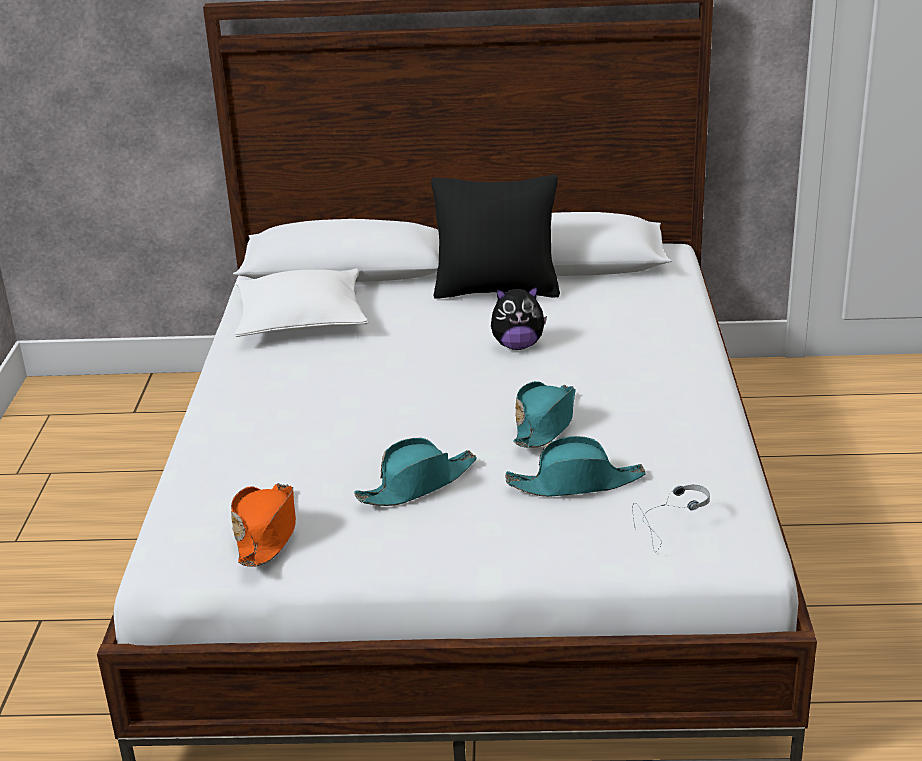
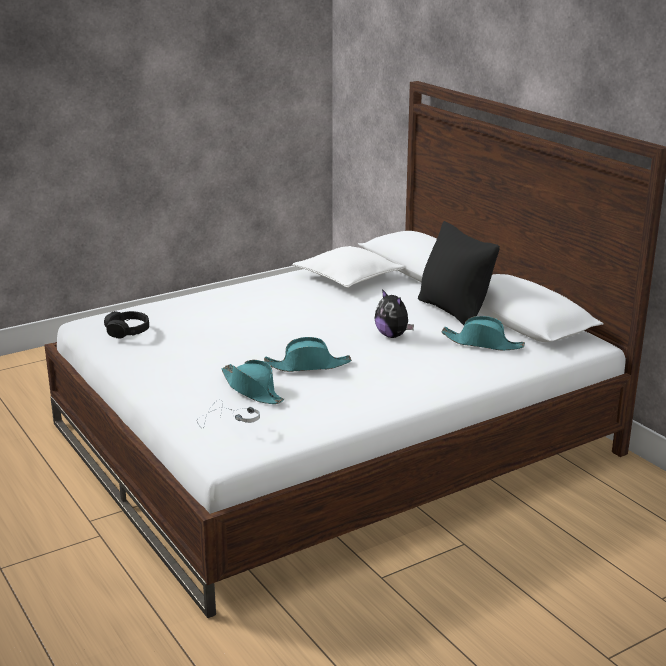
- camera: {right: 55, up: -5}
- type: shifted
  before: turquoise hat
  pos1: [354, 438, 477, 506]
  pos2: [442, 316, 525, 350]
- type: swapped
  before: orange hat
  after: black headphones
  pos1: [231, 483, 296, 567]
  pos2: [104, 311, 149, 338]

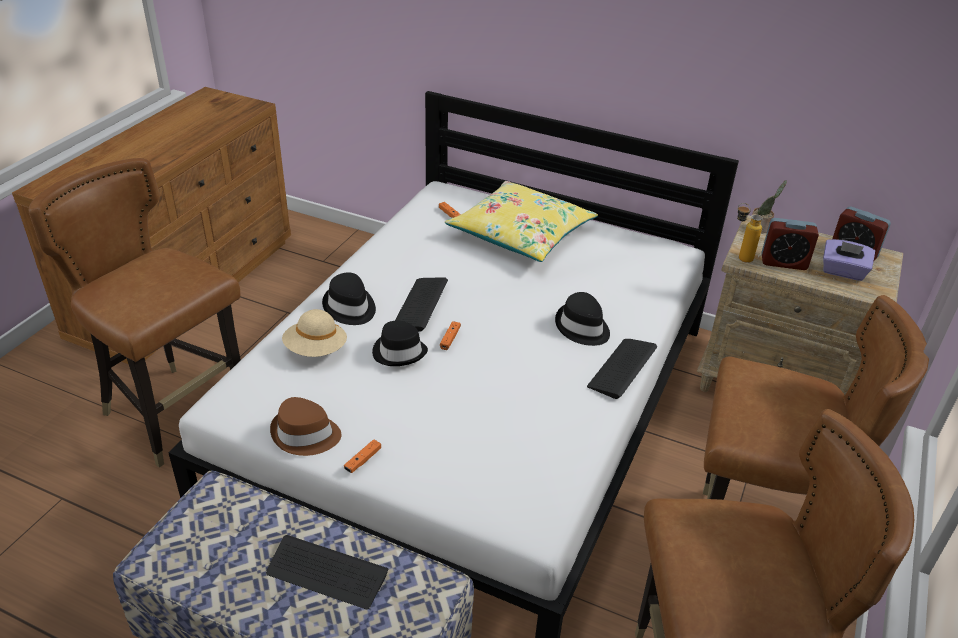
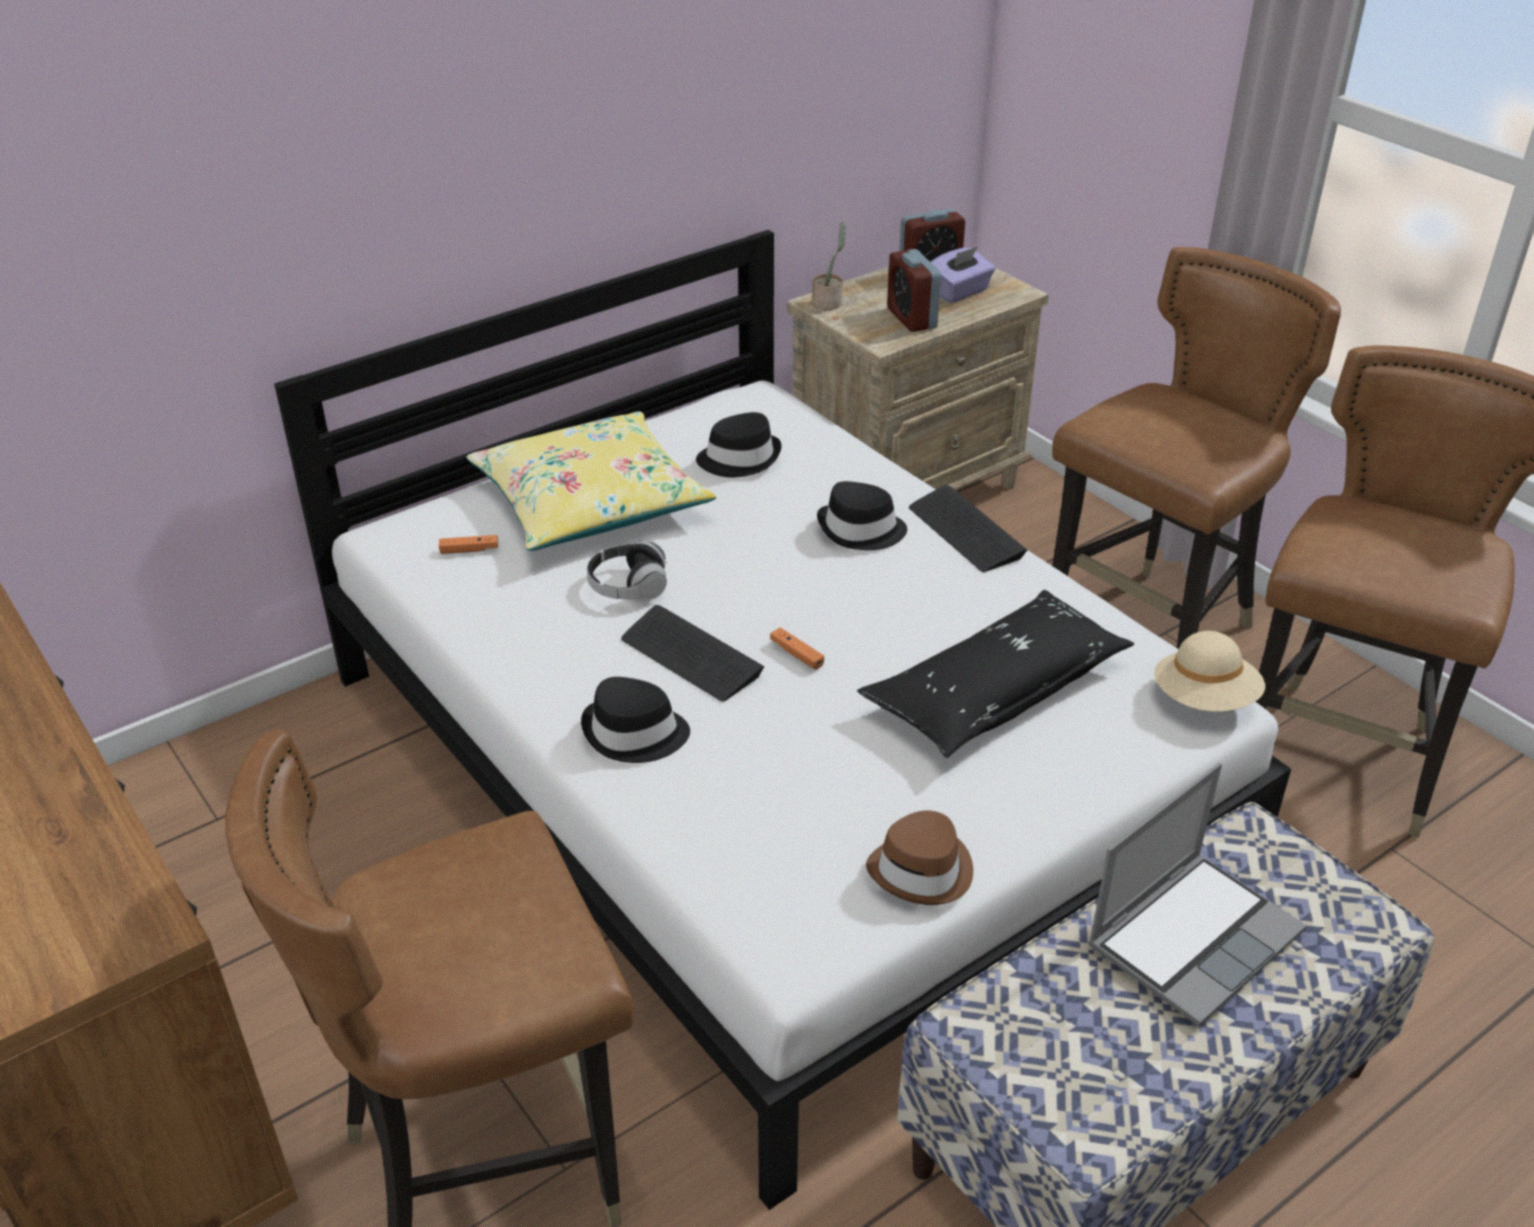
- camera: {right: -60, up: 0}
- type: gone
  before: bottle
  pos1: [737, 203, 763, 263]
- type: rotated
  before: alarm clock
  pos1: [761, 218, 819, 270]
  pos2: [887, 249, 941, 332]
  turn: 120
- type: shifted
  before: beige hat
  pos1: [282, 309, 347, 357]
  pos2: [1154, 631, 1265, 712]
- type: shifted
  before: black hat
  pos1: [372, 320, 428, 366]
  pos2: [696, 412, 782, 478]
- type: gone
  before: orange game controller
  pos1: [344, 439, 381, 473]
- type: swapped
  before: keyboard
  after: laptop
  pos1: [266, 535, 388, 609]
  pos2: [1088, 763, 1307, 1027]
- type: new
  after: headphones
  pos2: [587, 541, 667, 600]
- type: new
  after: black pillow
  pos2: [857, 590, 1134, 758]

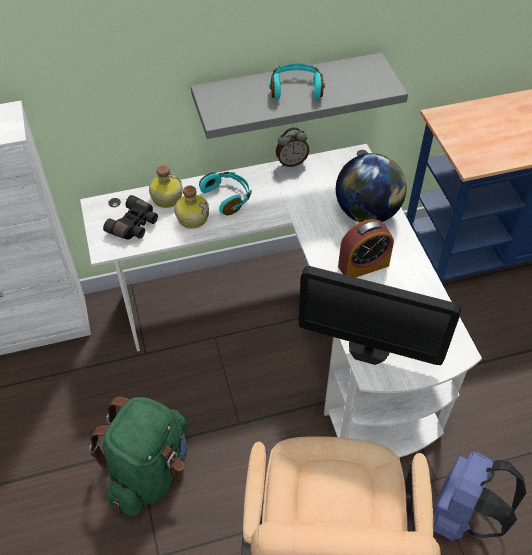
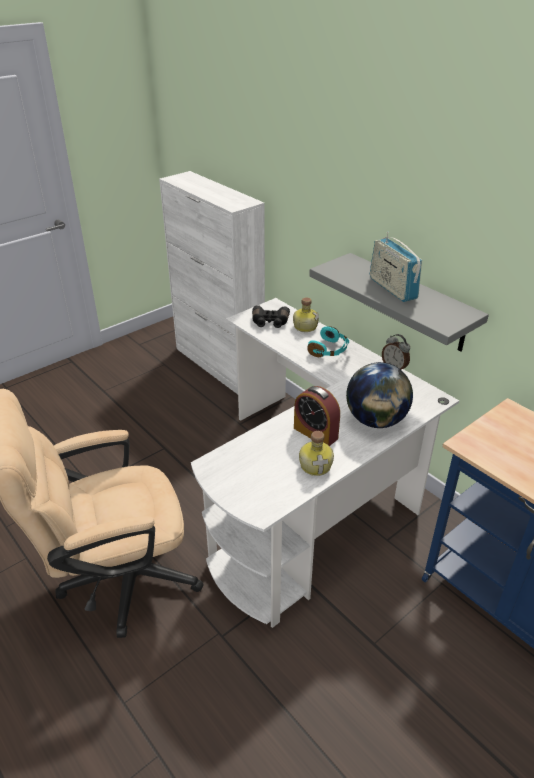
- camera: {right: 65, up: -15}
- type: swapped
  before: turquoise headphones
  after: radio
  pos1: [270, 63, 325, 100]
  pos2: [370, 232, 422, 302]
- type: shifted
  before: bottle
  pos1: [174, 185, 209, 229]
  pos2: [299, 431, 334, 476]
- type: gone
  before: monitor
  pos1: [299, 266, 461, 365]
- type: gone
  before: green backpack
  pos1: [89, 397, 188, 516]
- type: gone
  before: blue backpack
  pos1: [433, 452, 526, 541]

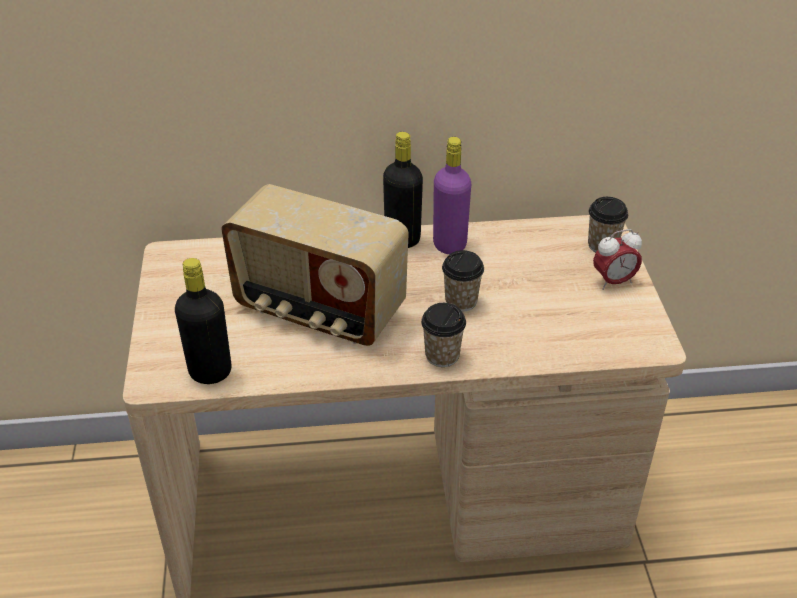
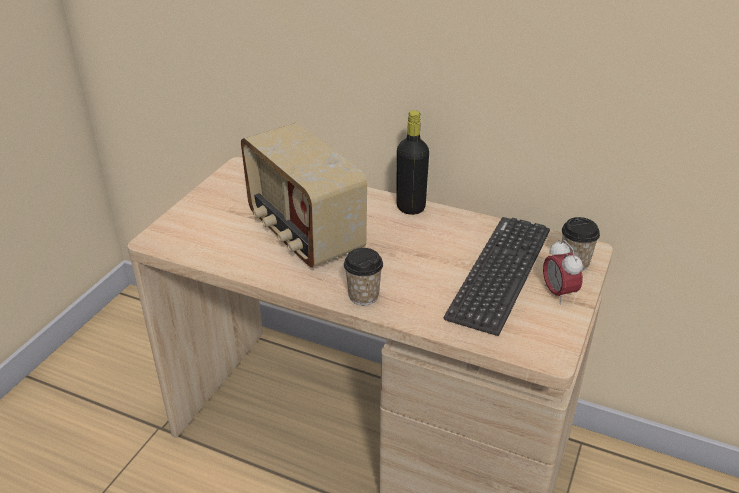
- camera: {right: 30, up: -5}
- type: gone
  before: purple bottle
  pos1: [433, 137, 471, 254]
- type: rotated
  before: alarm clock
  pos1: [593, 229, 642, 290]
  pos2: [543, 240, 583, 305]
  turn: 60
- type: gone
  before: cup
  pos1: [442, 250, 484, 312]
- type: gone
  before: black bottle
  pos1: [175, 258, 231, 384]
- type: new
  after: keyboard
  pos2: [444, 217, 550, 336]

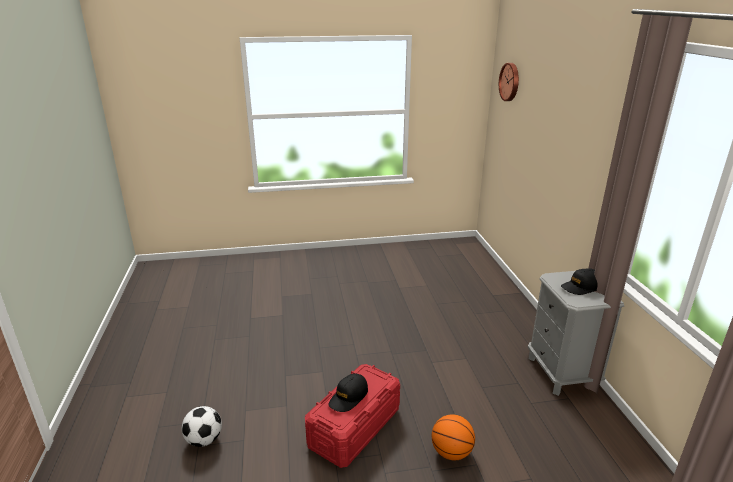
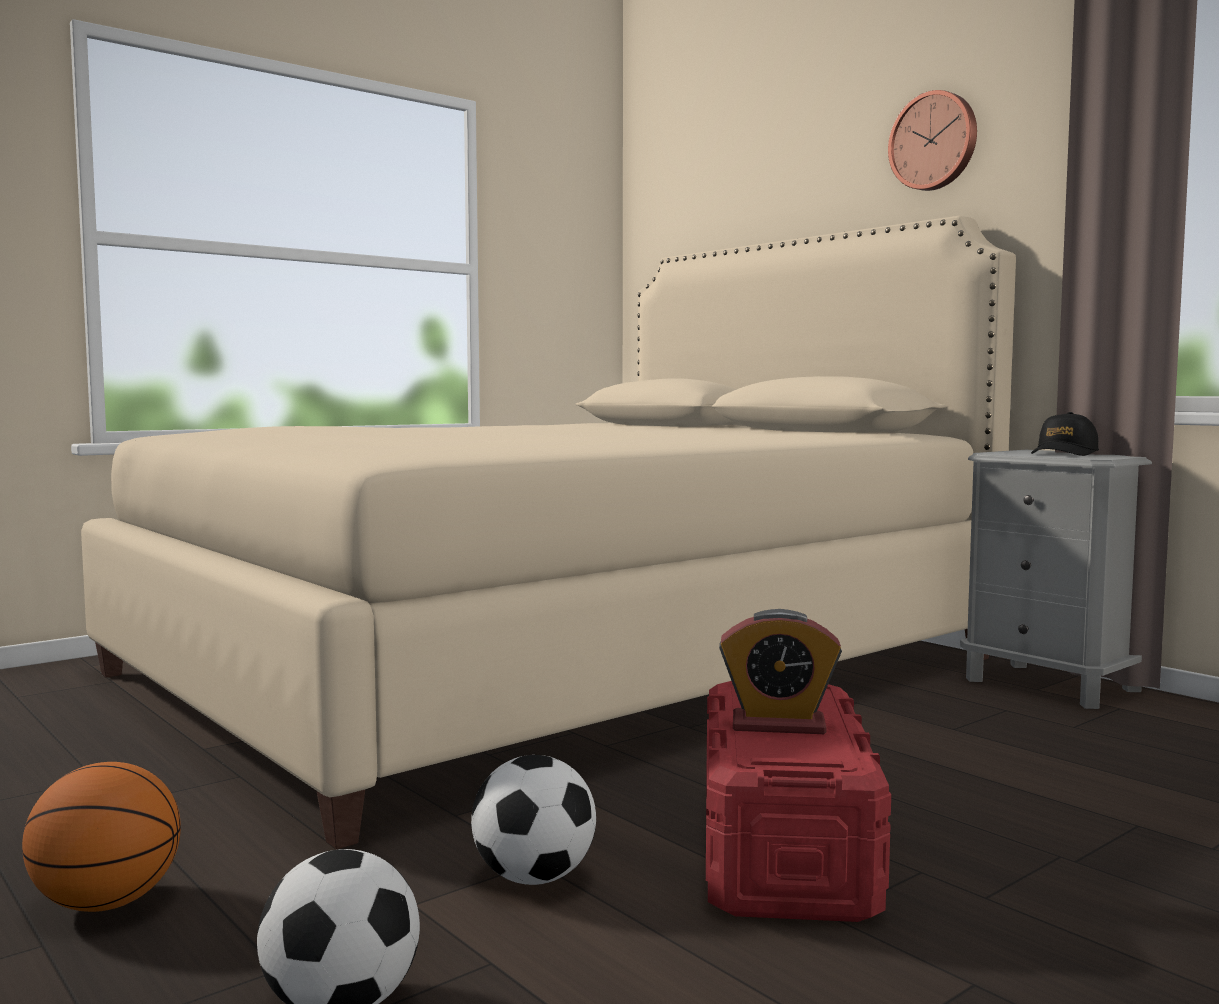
- camera: {right: -30, up: -20}
- type: shifted
  before: wall clock
  pos1: [499, 63, 519, 101]
  pos2: [888, 90, 977, 191]
- type: swapped
  before: black cap
  after: alarm clock
  pos1: [328, 374, 368, 412]
  pos2: [719, 609, 842, 734]
- type: shifted
  before: basketball
  pos1: [432, 414, 475, 460]
  pos2: [22, 762, 181, 912]
- type: new
  after: beige bed
  pos2: [81, 216, 1016, 850]
- type: new
  after: football
  pos2: [471, 755, 596, 885]

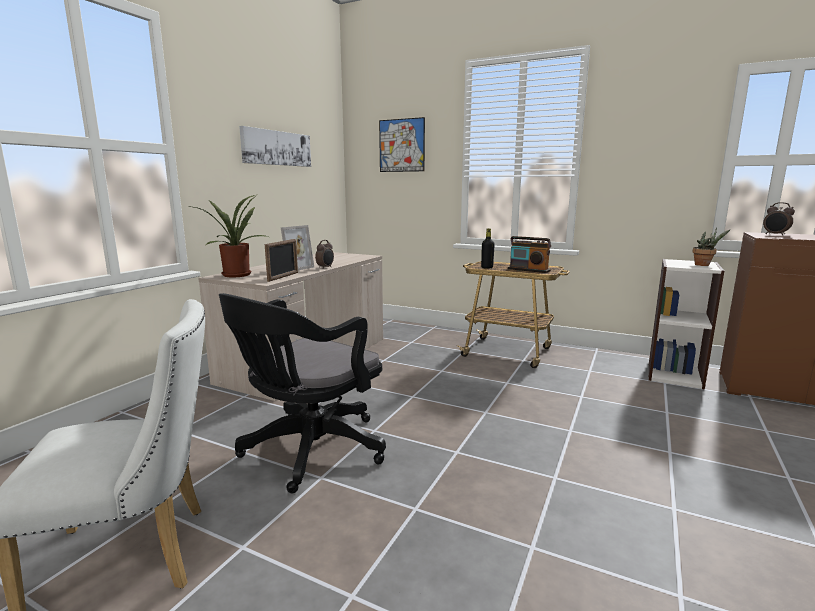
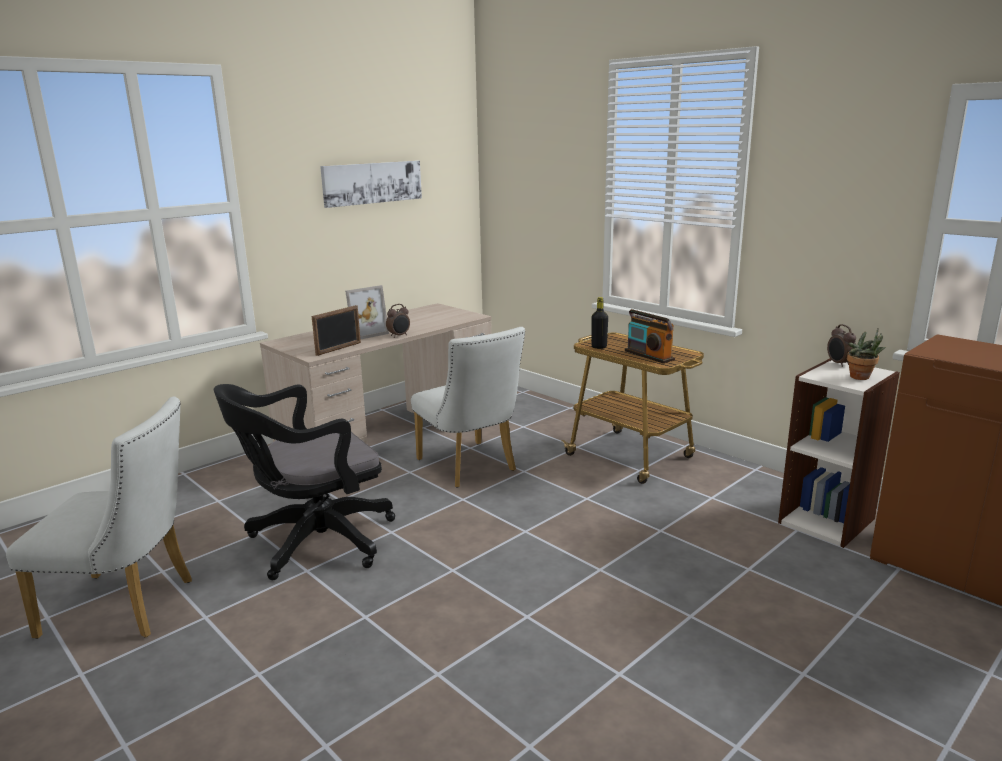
- camera: {right: 20, up: 5}
- type: gone
  before: picture
  pos1: [379, 117, 425, 172]
- type: gone
  before: potted plant
  pos1: [187, 195, 268, 277]
- type: shifted
  before: alarm clock
  pos1: [763, 202, 795, 236]
  pos2: [827, 324, 856, 367]
- type: new
  after: white chair
  pos2: [411, 327, 525, 488]

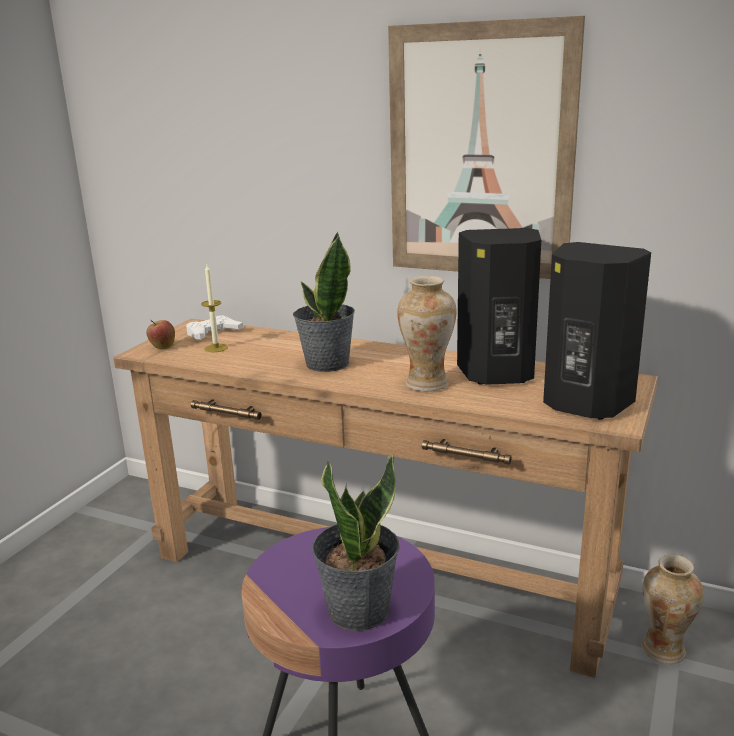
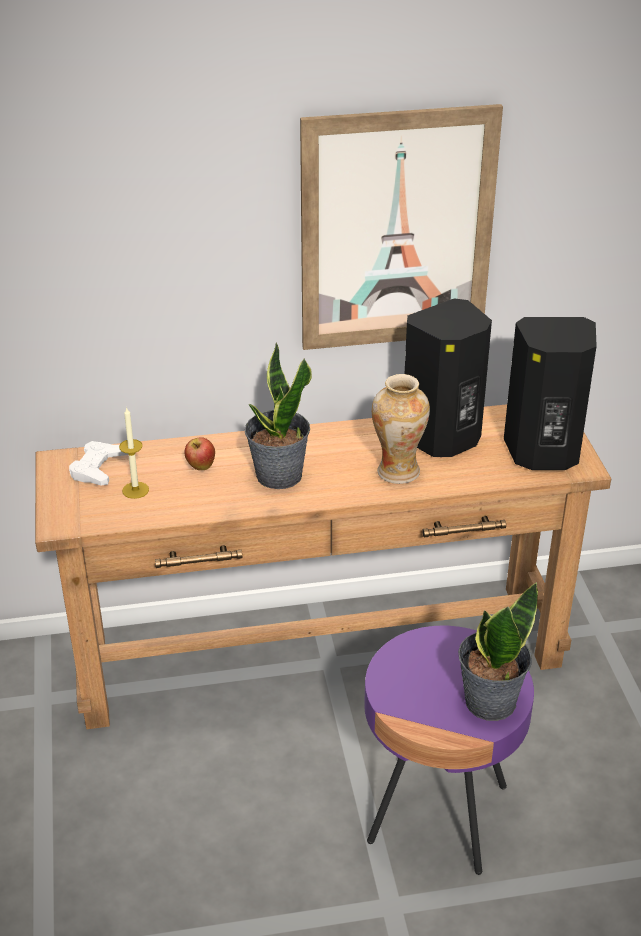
- camera: {right: -35, up: 15}
- type: shifted
  before: apple
  pos1: [147, 320, 175, 349]
  pos2: [185, 437, 215, 470]
- type: gone
  before: vase
  pos1: [641, 554, 704, 664]

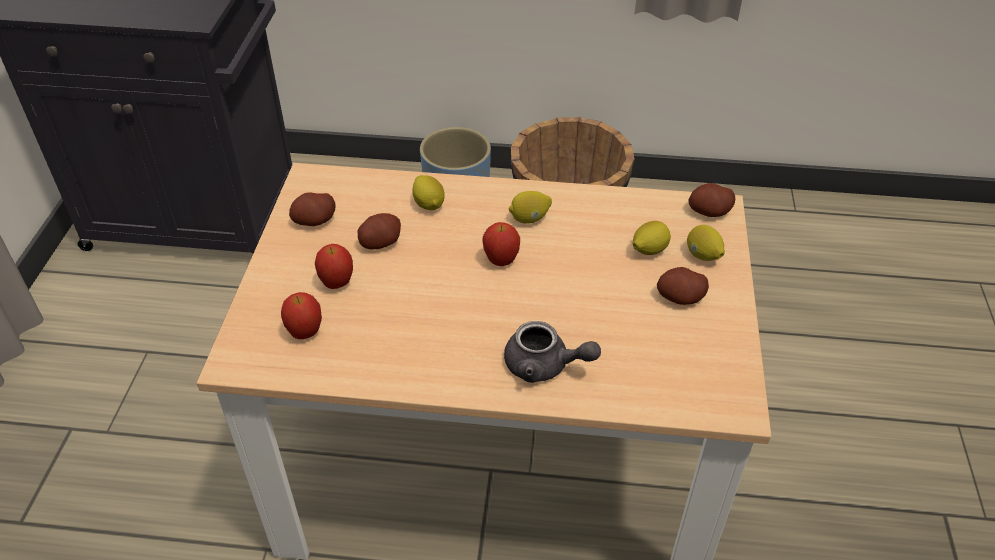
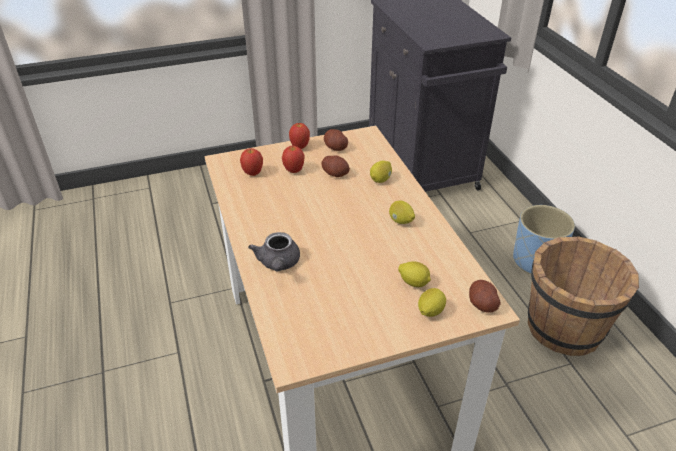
- camera: {right: 65, up: -5}
- type: shifted
  before: apple
  pos1: [482, 222, 520, 266]
  pos2: [289, 123, 310, 149]
- type: gone
  before: potato
  pos1: [657, 267, 709, 305]

